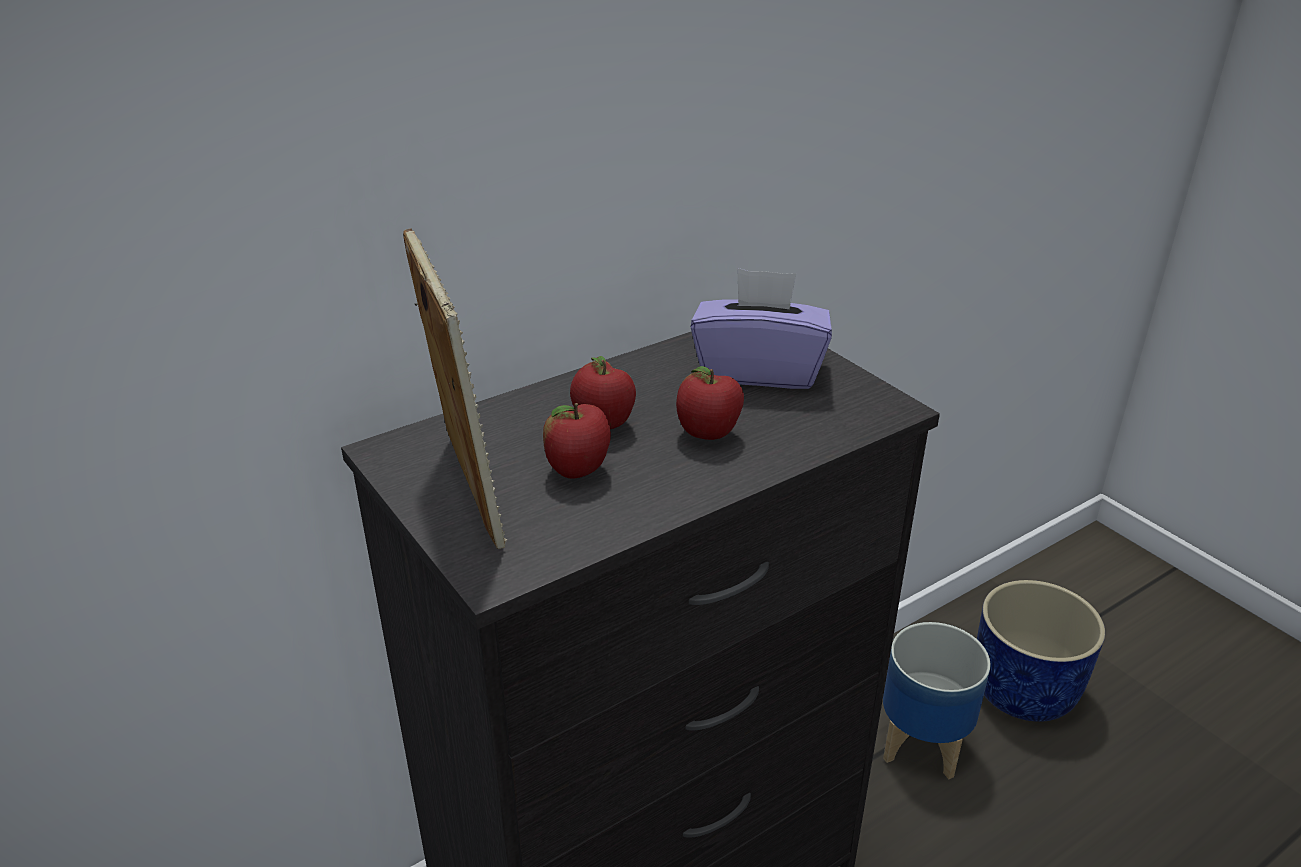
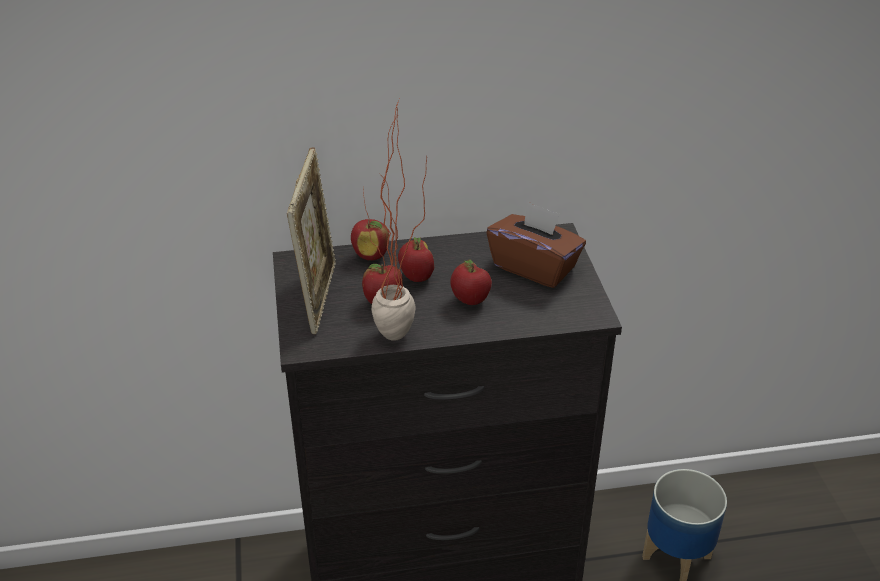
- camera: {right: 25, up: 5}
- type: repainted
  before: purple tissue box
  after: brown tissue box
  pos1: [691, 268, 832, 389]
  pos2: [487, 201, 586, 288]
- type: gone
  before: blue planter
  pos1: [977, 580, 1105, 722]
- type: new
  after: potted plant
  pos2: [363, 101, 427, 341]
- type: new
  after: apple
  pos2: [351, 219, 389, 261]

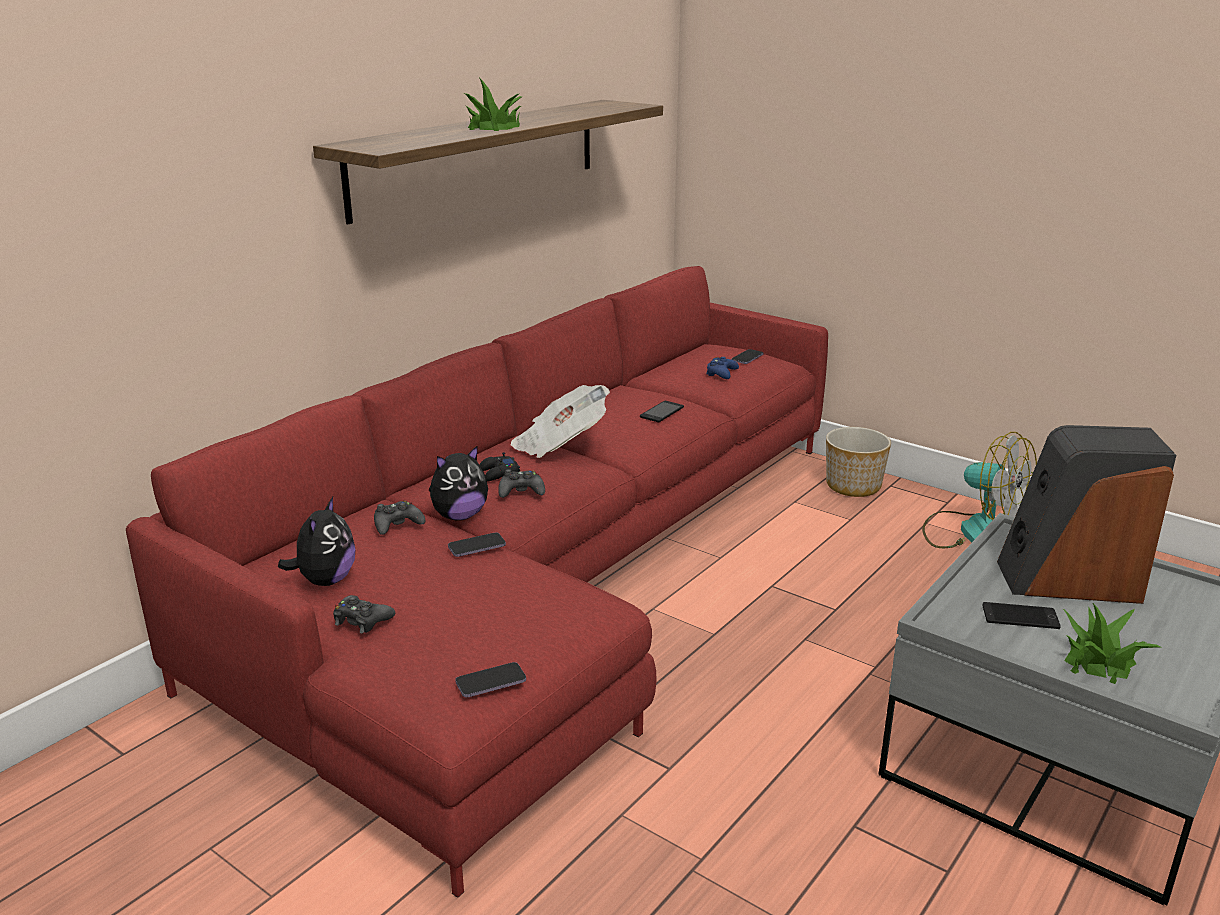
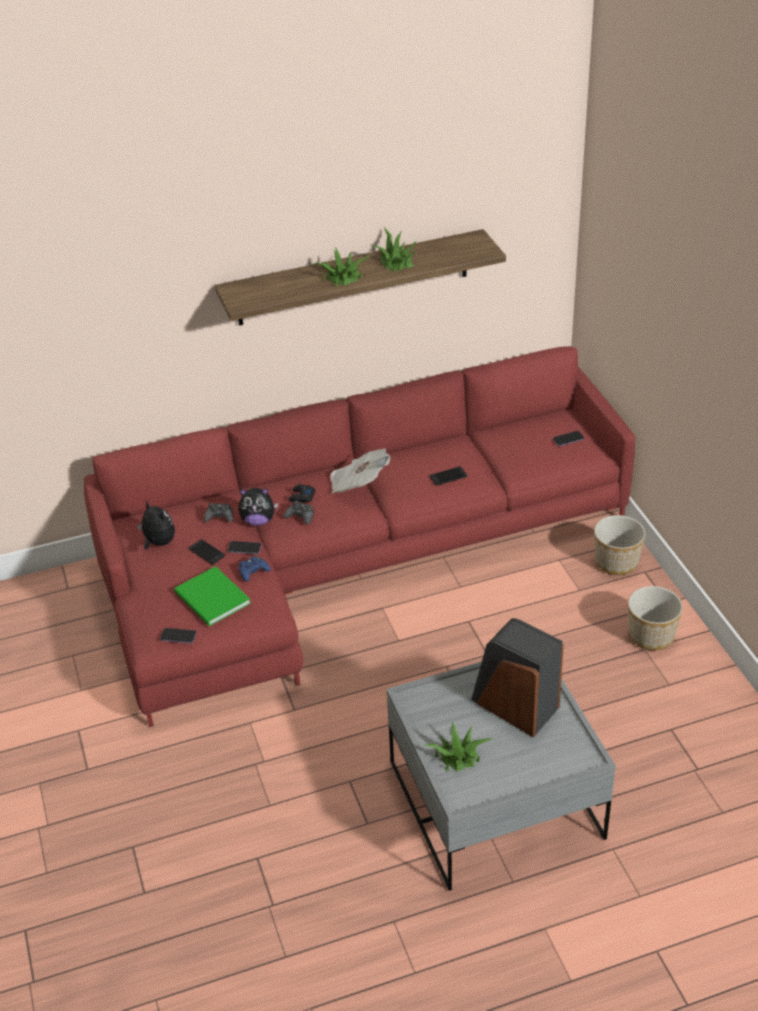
- camera: {right: 35, up: 15}
- type: shifted
  before: blue game controller
  pos1: [706, 357, 739, 379]
  pos2: [239, 556, 271, 582]
- type: swapped
  before: fan
  after: planter
  pos1: [922, 432, 1037, 548]
  pos2: [628, 586, 683, 650]
- type: rotated
  before: plush toy
  pos1: [278, 497, 356, 586]
  pos2: [137, 501, 175, 550]
  turn: -90
- type: gone
  before: black game controller
  pos1: [333, 595, 395, 634]
- type: shifted
  before: phone
  pos1: [982, 602, 1061, 629]
  pos2: [189, 539, 225, 565]
- type: new
  after: potted plant
  pos2: [369, 227, 417, 272]
- type: new
  after: green book
  pos2: [174, 566, 251, 626]

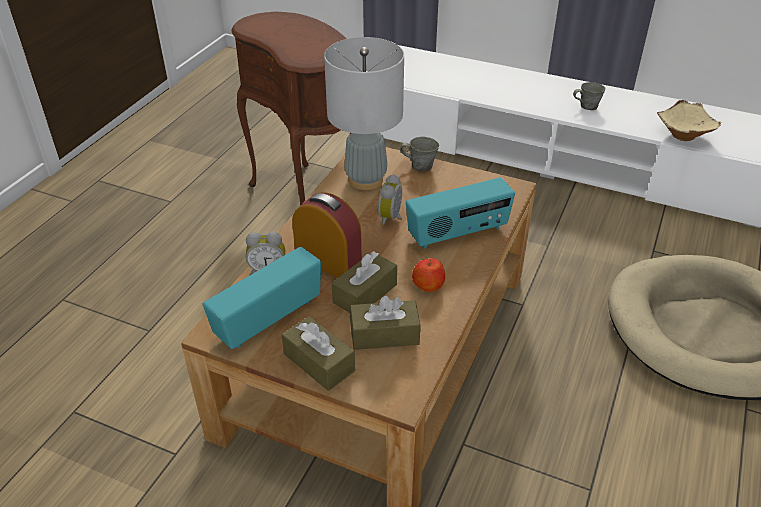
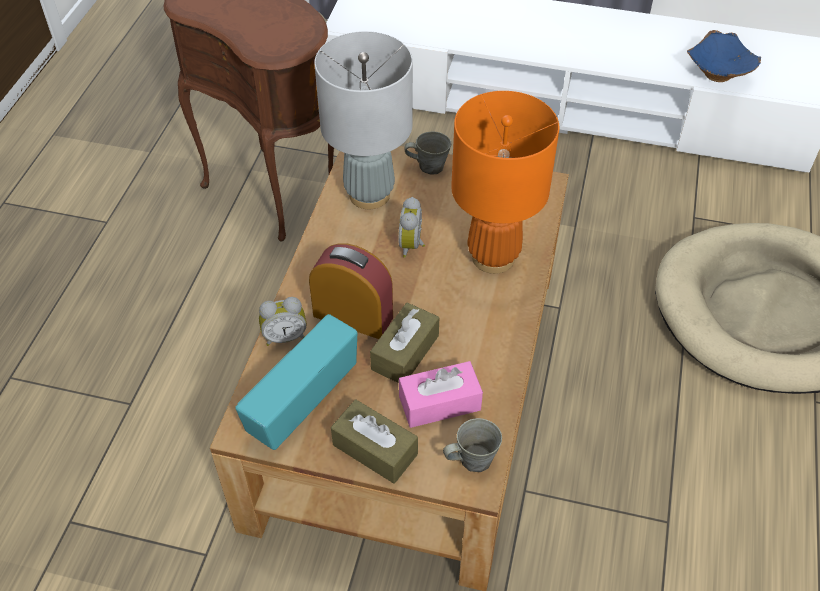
- camera: {right: -10, up: 10}
- type: shifted
  before: grey mug
  pos1: [573, 82, 605, 110]
  pos2: [443, 418, 502, 472]
- type: repainted
  before: beige bowl
  after: blue bowl
  pos1: [657, 100, 721, 141]
  pos2: [687, 30, 761, 82]
- type: swapped
  before: radio
  after: orange table lamp
  pos1: [406, 178, 515, 249]
  pos2: [451, 91, 559, 274]
- type: gone
  before: apple
  pos1: [412, 258, 445, 292]
- type: repainted
  before: brown tissue box
  after: pink tissue box
  pos1: [350, 296, 421, 350]
  pos2: [399, 361, 483, 428]

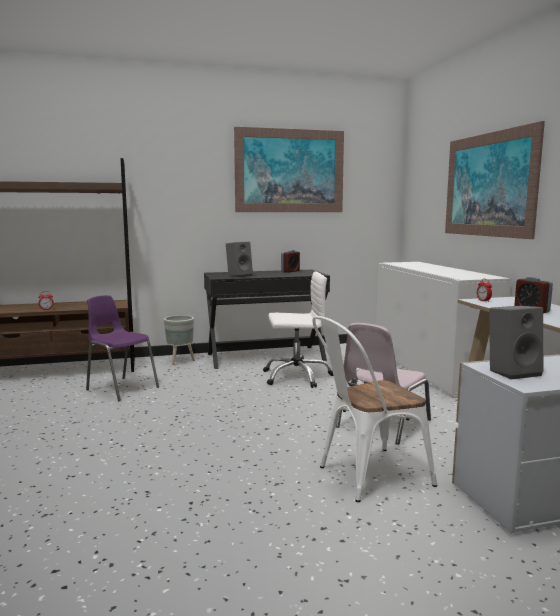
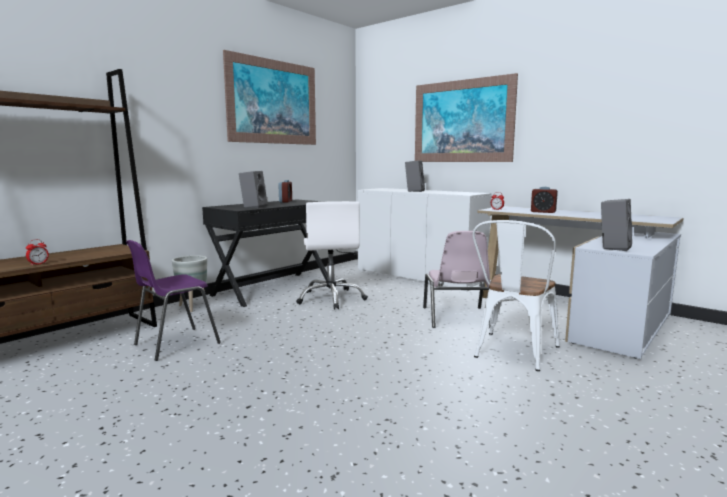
- camera: {right: -35, up: 0}
- type: rotated
  before: white office chair
  pos1: [263, 271, 333, 388]
  pos2: [296, 201, 368, 309]
  turn: 120
- type: rotated
  before: purple chair
  pos1: [86, 295, 159, 402]
  pos2: [126, 240, 221, 361]
  turn: -45
- type: new
  after: grey speaker
  pos2: [405, 160, 425, 192]

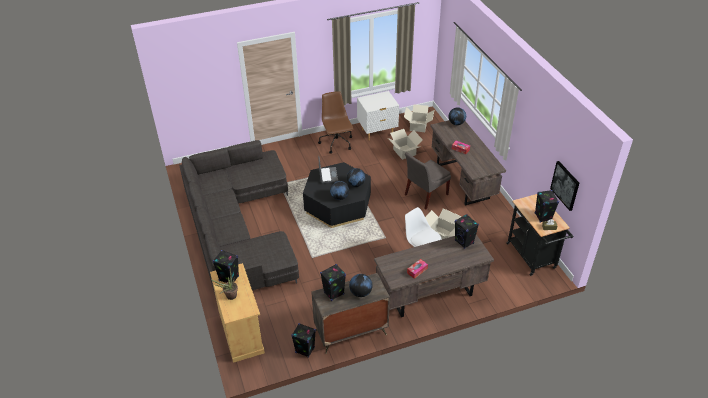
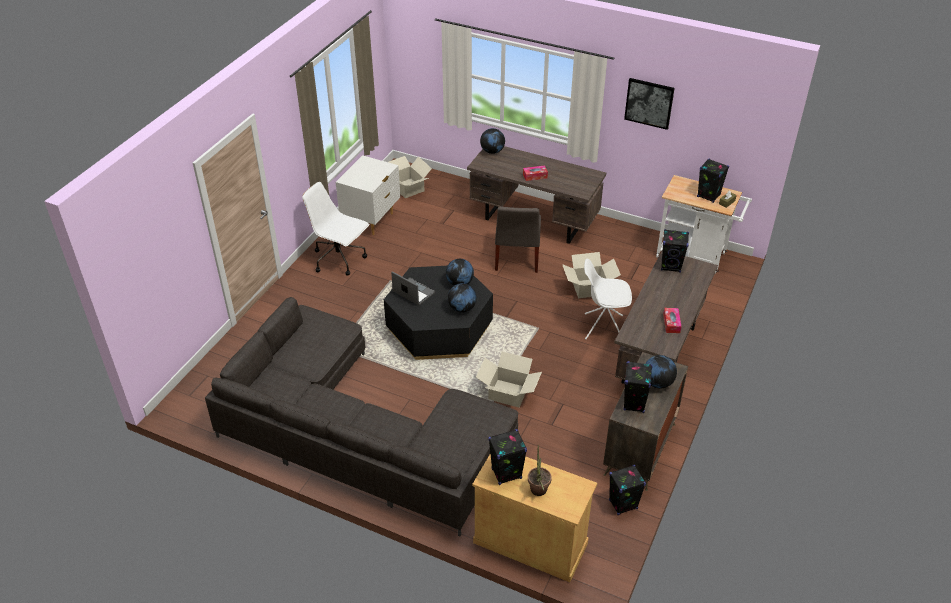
- camera: {right: -45, up: 0}
- type: repainted
  before: brown office chair
  after: white office chair
  pos1: [318, 91, 354, 154]
  pos2: [302, 182, 370, 276]
- type: shifted
  before: cardboard box
  pos1: [388, 129, 423, 160]
  pos2: [476, 352, 542, 408]
- type: shifted
  before: picture
  pos1: [550, 161, 579, 211]
  pos2: [624, 78, 675, 130]
- type: repainted
  before: black cart
  after: white cart
  pos1: [506, 194, 573, 276]
  pos2: [656, 175, 752, 274]

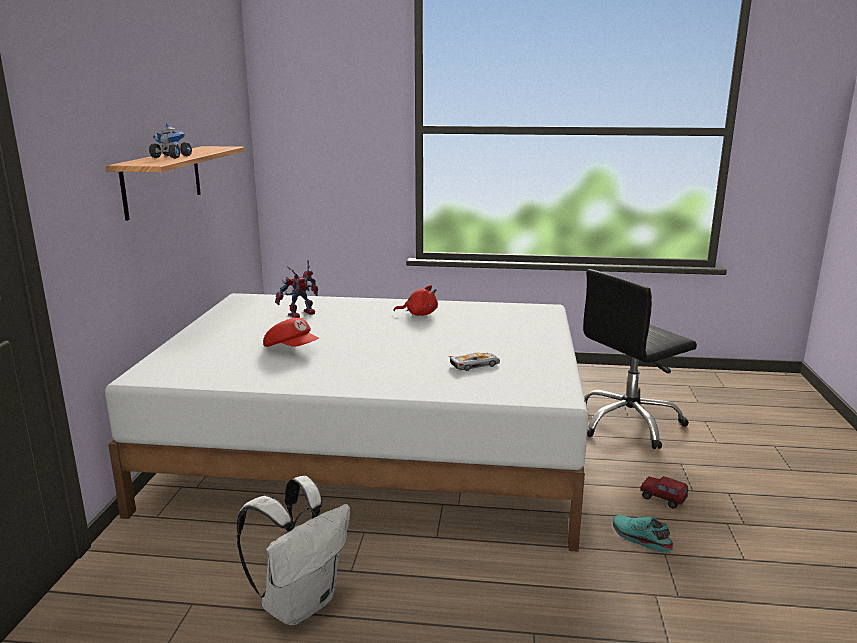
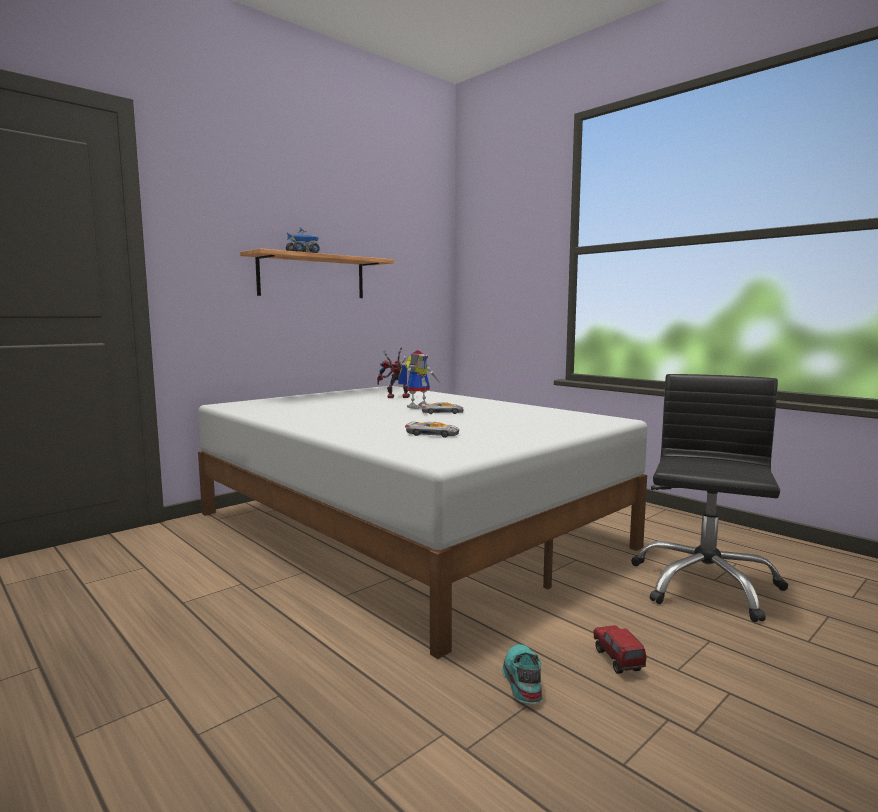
- camera: {right: 40, up: -10}
- type: rotated
  before: black office chair
  pos1: [583, 269, 697, 449]
  pos2: [631, 374, 788, 622]
  turn: 105
- type: gone
  before: red plush toy
  pos1: [394, 285, 438, 316]
- type: gone
  before: red cap
  pos1: [263, 318, 319, 347]
- type: gone
  before: white backpack
  pos1: [236, 476, 350, 625]
- type: new
  after: toy robot
  pos2: [398, 350, 439, 409]
- type: new
  after: toy car
  pos2: [421, 402, 463, 414]

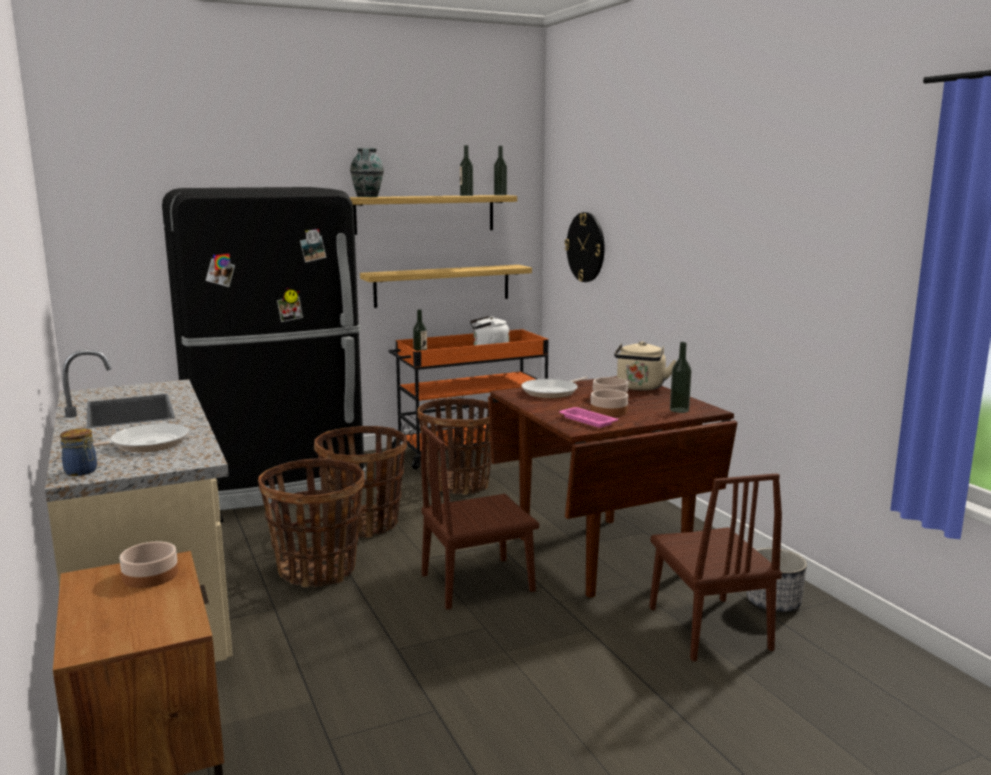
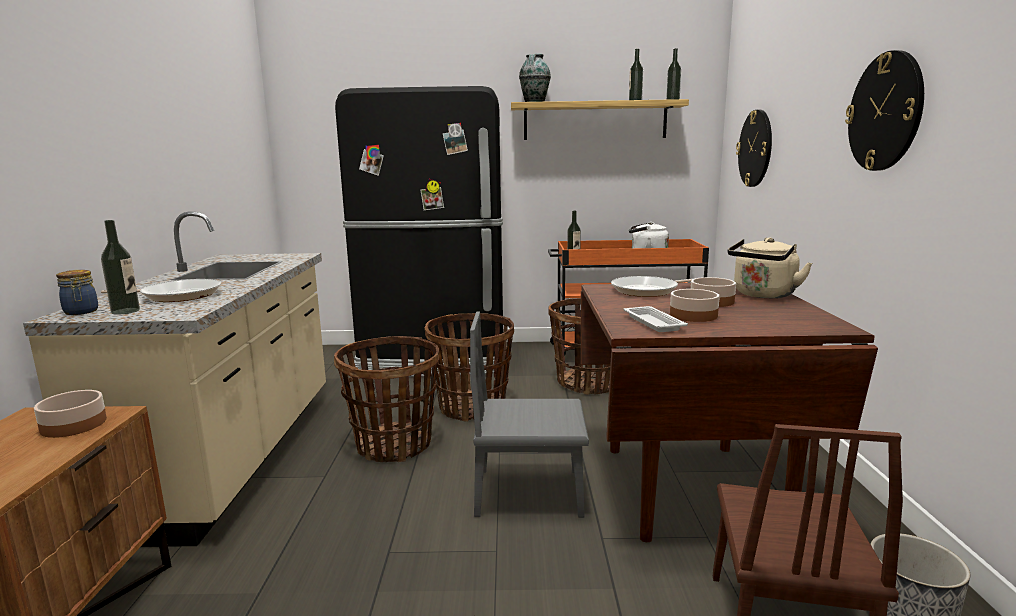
- camera: {right: 25, up: 0}
- type: gone
  before: shelf
  pos1: [360, 265, 532, 308]
- type: shifted
  before: bottle
  pos1: [670, 342, 692, 413]
  pos2: [101, 220, 140, 315]
- type: repainted
  before: pink tray
  after: white tray
  pos1: [559, 407, 618, 428]
  pos2: [623, 306, 688, 332]
- type: repainted
  before: brown chair
  after: grey chair
  pos1: [421, 426, 539, 610]
  pos2: [470, 311, 589, 518]
- type: new
  after: wall clock
  pos2: [845, 50, 924, 171]

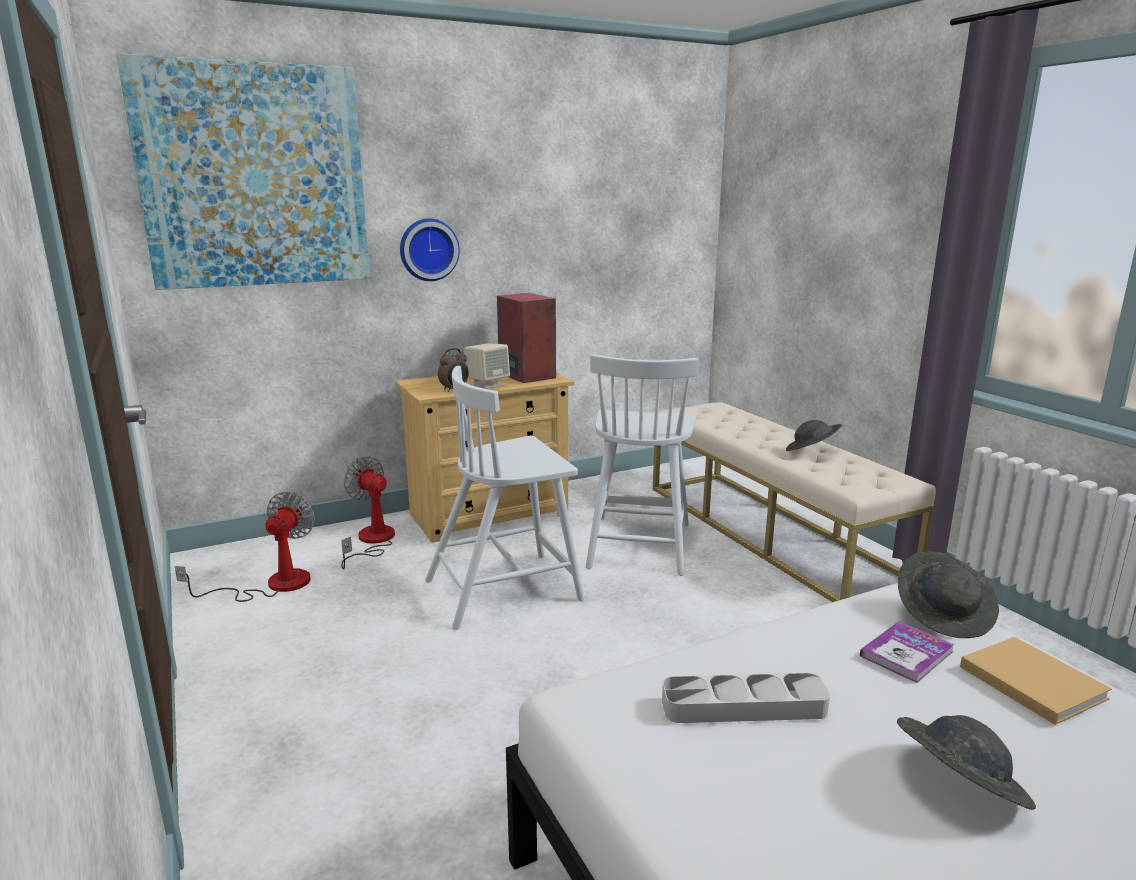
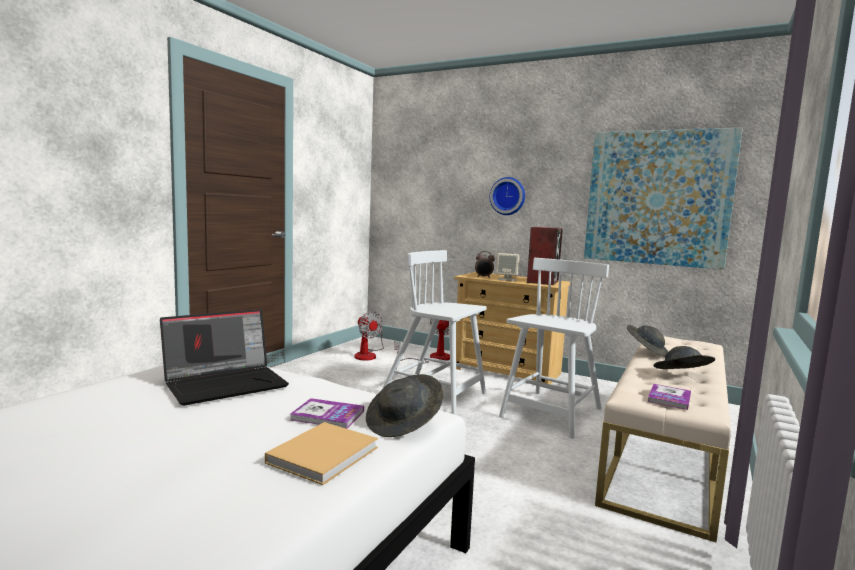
- camera: {right: 55, up: -10}
- type: shifted
  before: picture
  pos1: [116, 53, 370, 290]
  pos2: [584, 128, 743, 270]
- type: rotated
  before: white chair
  pos1: [586, 354, 699, 576]
  pos2: [499, 258, 609, 438]
  turn: 150
- type: rotated
  before: fan
  pos1: [175, 492, 315, 602]
  pos2: [354, 311, 384, 361]
  turn: 75
- type: swapped
  before: grey tray
  after: laptop
  pos1: [662, 673, 830, 723]
  pos2: [160, 309, 289, 406]
- type: shifted
  before: grey hat
  pos1: [897, 715, 1036, 810]
  pos2: [627, 325, 669, 357]
- type: new
  after: book
  pos2: [647, 384, 691, 410]

